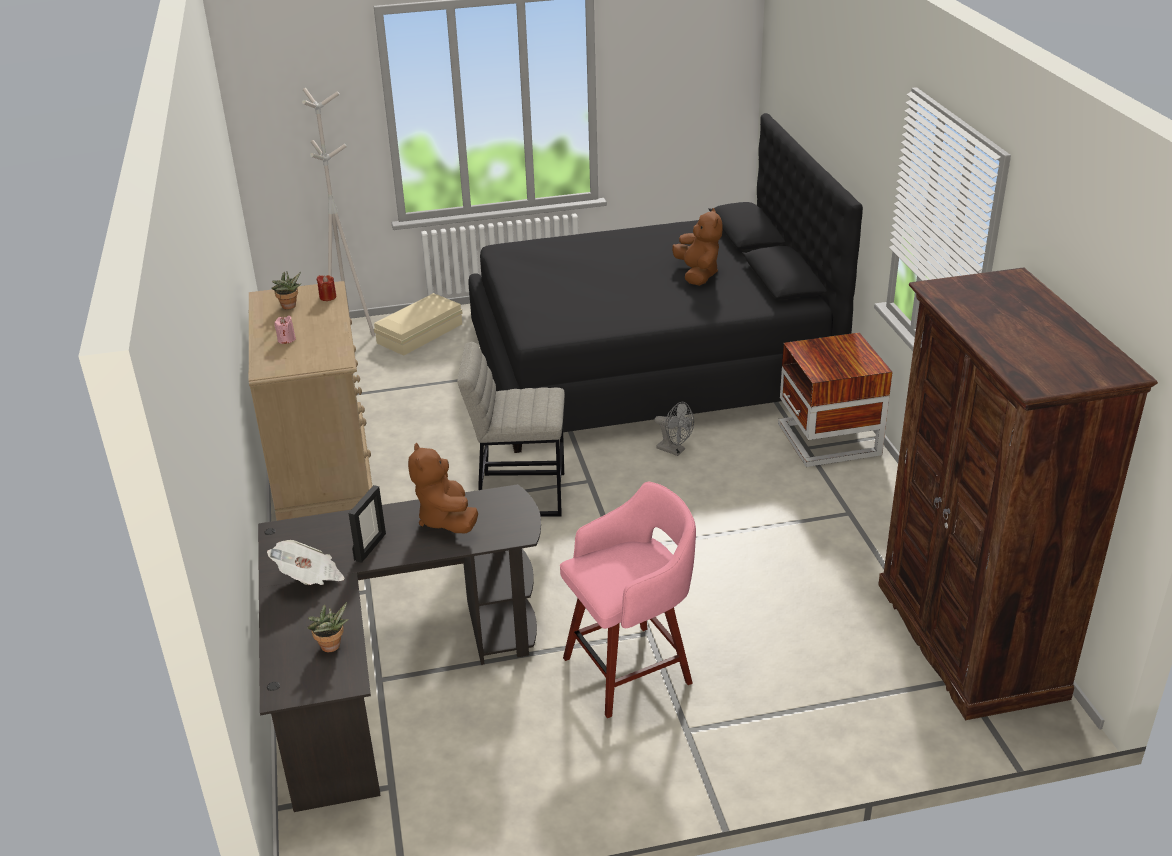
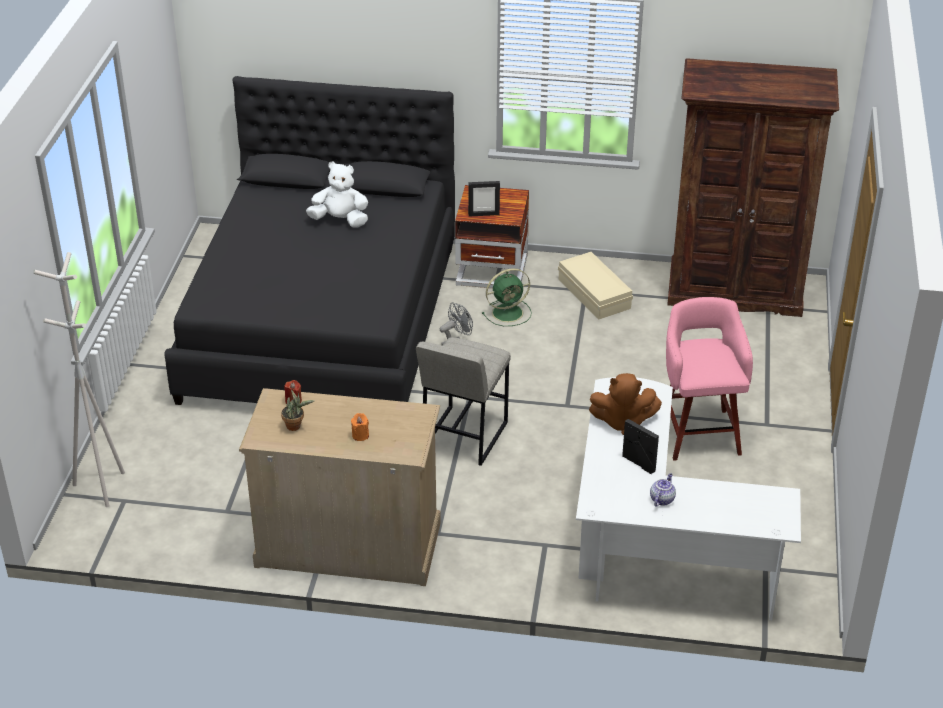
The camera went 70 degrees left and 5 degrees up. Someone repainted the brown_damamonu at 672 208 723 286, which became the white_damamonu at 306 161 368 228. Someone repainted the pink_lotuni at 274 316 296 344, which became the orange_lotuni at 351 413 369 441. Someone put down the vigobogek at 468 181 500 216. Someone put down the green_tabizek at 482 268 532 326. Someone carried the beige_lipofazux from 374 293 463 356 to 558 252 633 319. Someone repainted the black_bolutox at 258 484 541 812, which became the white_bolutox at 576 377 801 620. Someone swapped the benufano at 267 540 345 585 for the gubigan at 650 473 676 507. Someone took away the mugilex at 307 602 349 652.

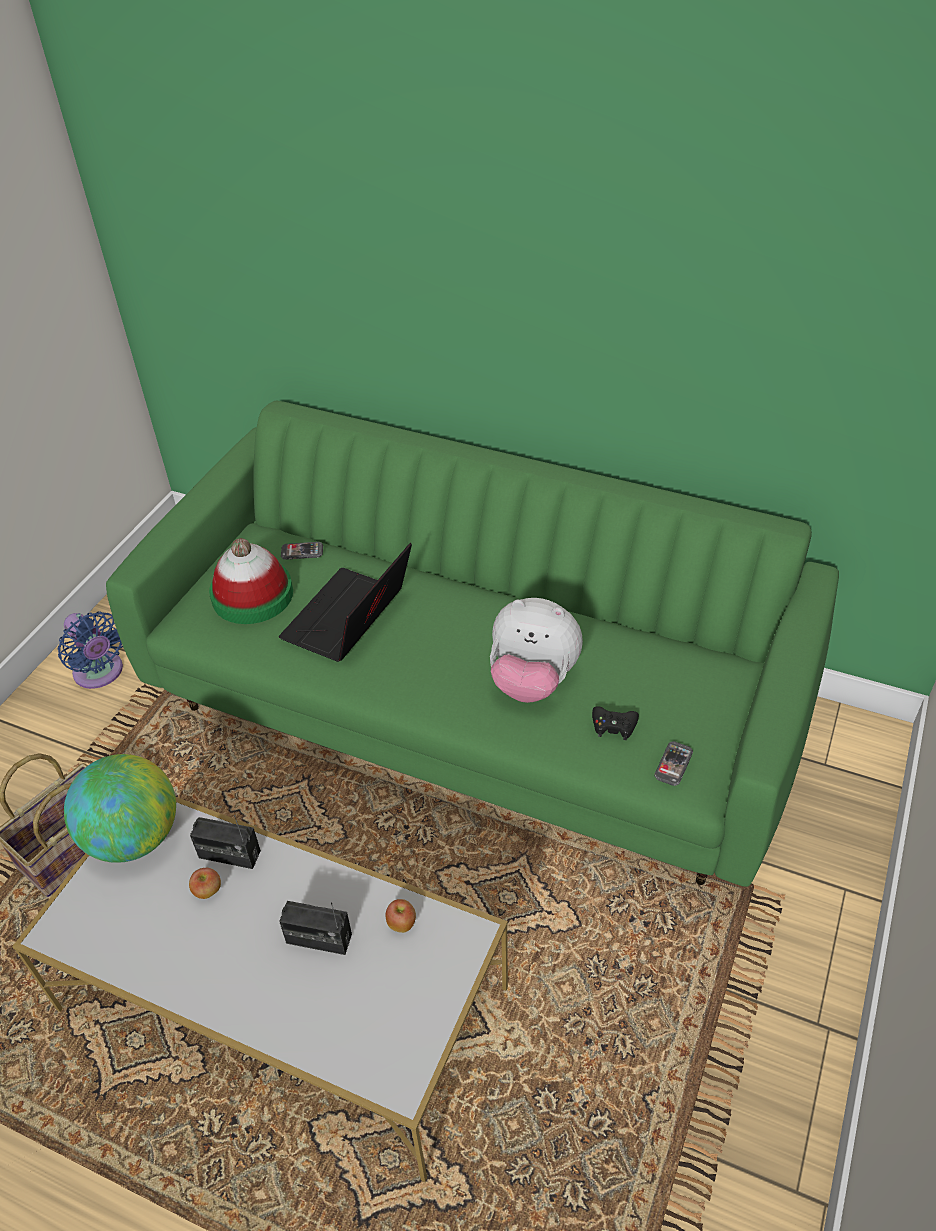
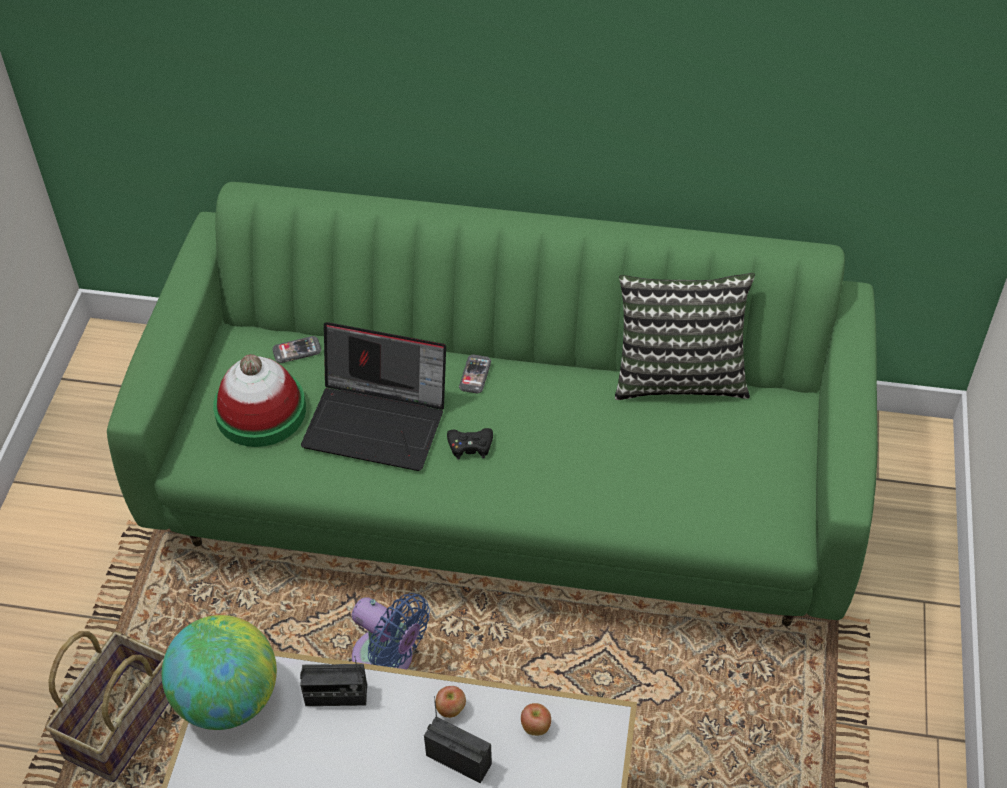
The camera went 15 degrees left and 5 degrees up. Someone rotated the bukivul at 279 543 412 662 by 90 degrees counterclockwise. Someone carried the blue_tabizek from 58 611 123 689 to 352 593 430 670. Someone rotated the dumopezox at 279 901 352 955 by 150 degrees counterclockwise. Someone carried the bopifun from 189 868 221 899 to 435 686 466 718. Someone carried the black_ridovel from 592 706 639 740 to 447 428 493 460. Someone carried the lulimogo from 654 741 693 786 to 459 354 491 394. Someone put down the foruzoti at 615 273 755 400. Someone took away the damamonu at 490 598 583 703.

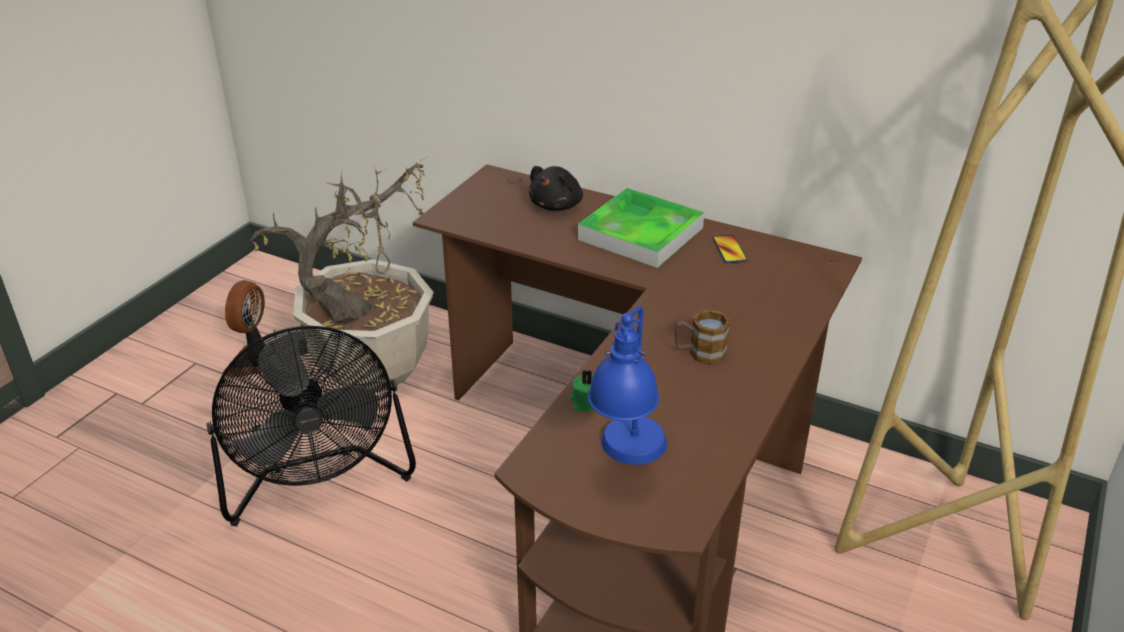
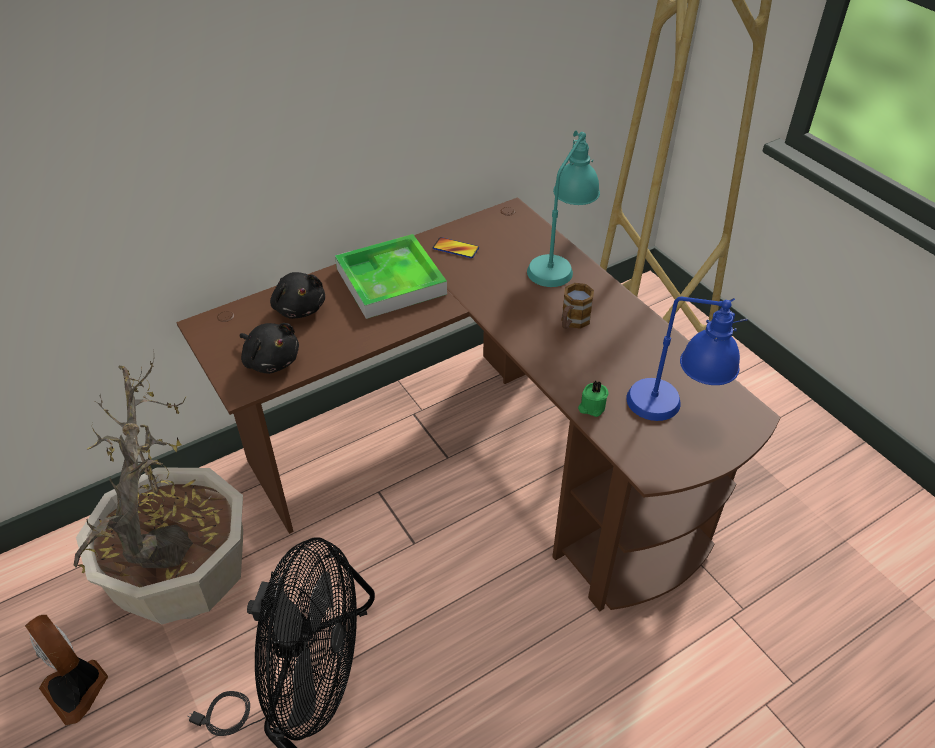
The camera went 60 degrees left and 10 degrees up. Someone put down the black_damamonu at 240 323 299 374. Someone put down the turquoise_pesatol at 527 131 600 287.

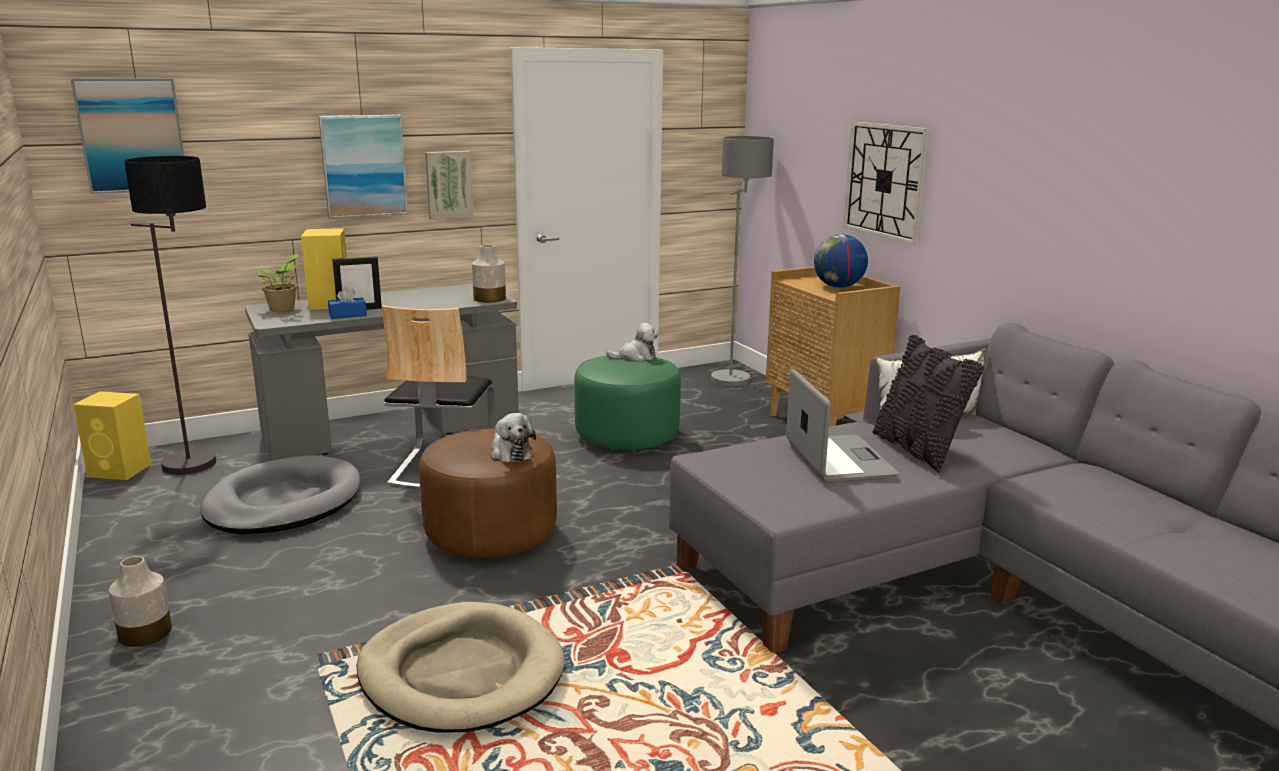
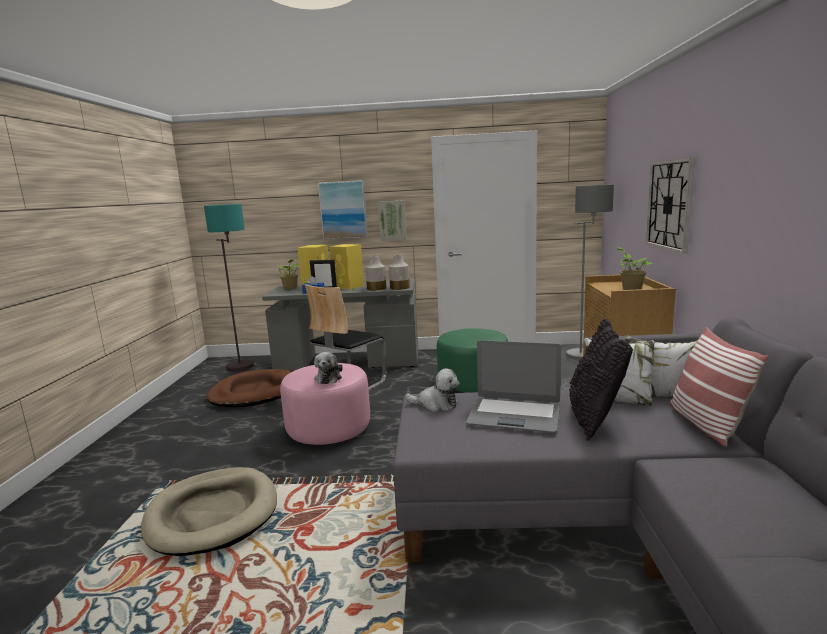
The camera went 30 degrees right and 5 degrees down. Someone repainted the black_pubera at 124 156 216 475, which became the turquoise_pubera at 204 204 254 372. Someone repainted the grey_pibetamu at 200 455 360 534, which became the brown_pibetamu at 207 369 291 408. Someone repainted the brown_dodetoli at 419 428 557 558, which became the pink_dodetoli at 280 363 370 445. Someone carried the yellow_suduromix from 73 391 151 480 to 329 244 364 290. Someone carried the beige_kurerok from 109 556 172 646 to 365 256 386 290. Someone carried the damamonu from 606 323 659 362 to 405 368 460 412. Someone rotated the bukivul at 786 369 899 483 by 90 degrees clockwise. Someone swapped the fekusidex at 814 234 868 288 for the mugilex at 618 247 652 290. Someone put down the foruzoti at 670 327 769 447. Someone took away the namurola at 70 78 184 194.

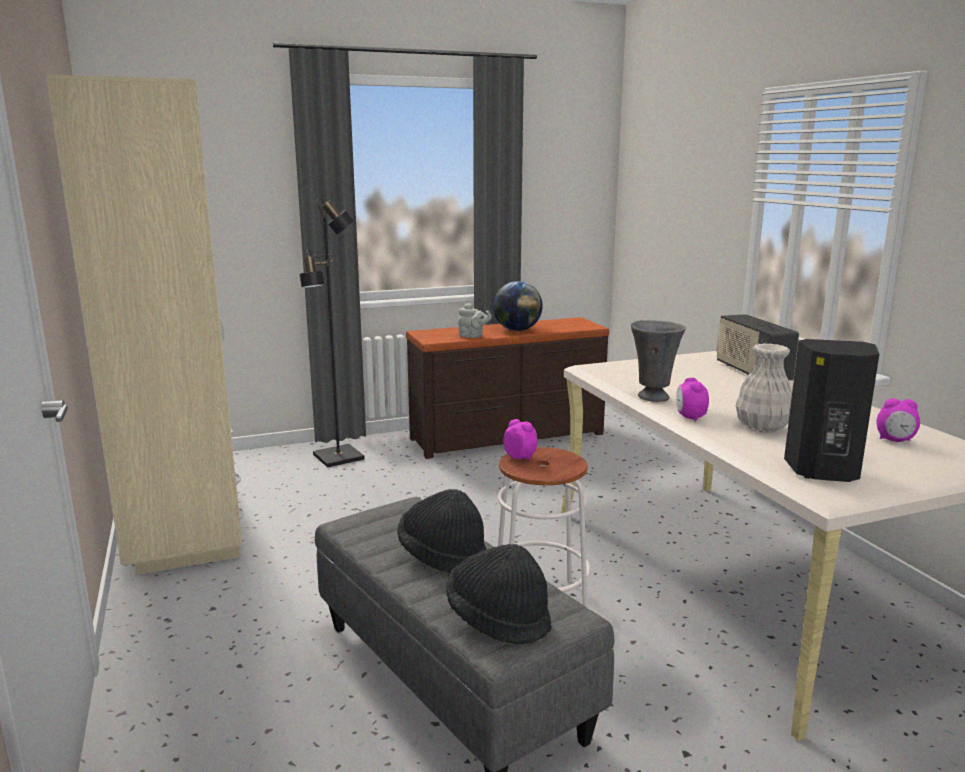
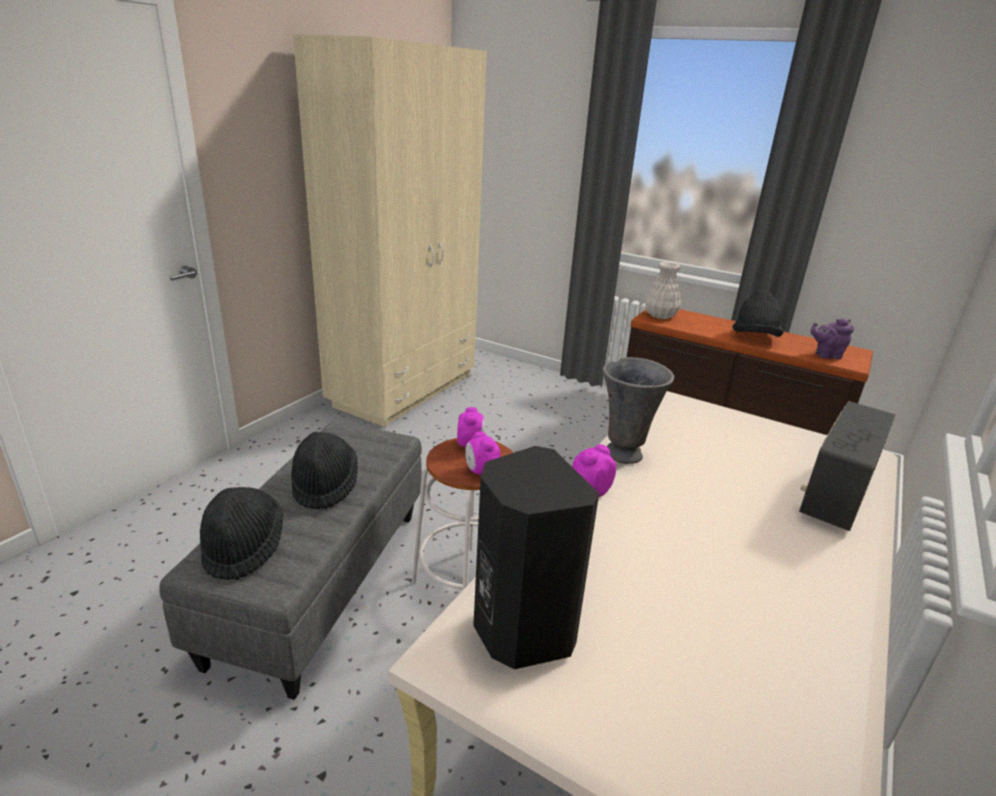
The camera went 50 degrees right and 10 degrees up. Someone carried the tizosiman from 877 398 920 442 to 465 432 501 475. Someone carried the white_kurerok from 736 343 792 433 to 645 262 681 319. Someone swapped the fekusidex at 493 281 543 331 for the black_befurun at 732 290 784 337. Someone put down the purple_gubigan at 811 318 854 359. Someone took away the black_pubera at 300 198 365 468. Someone took away the grey_gubigan at 458 303 492 338.

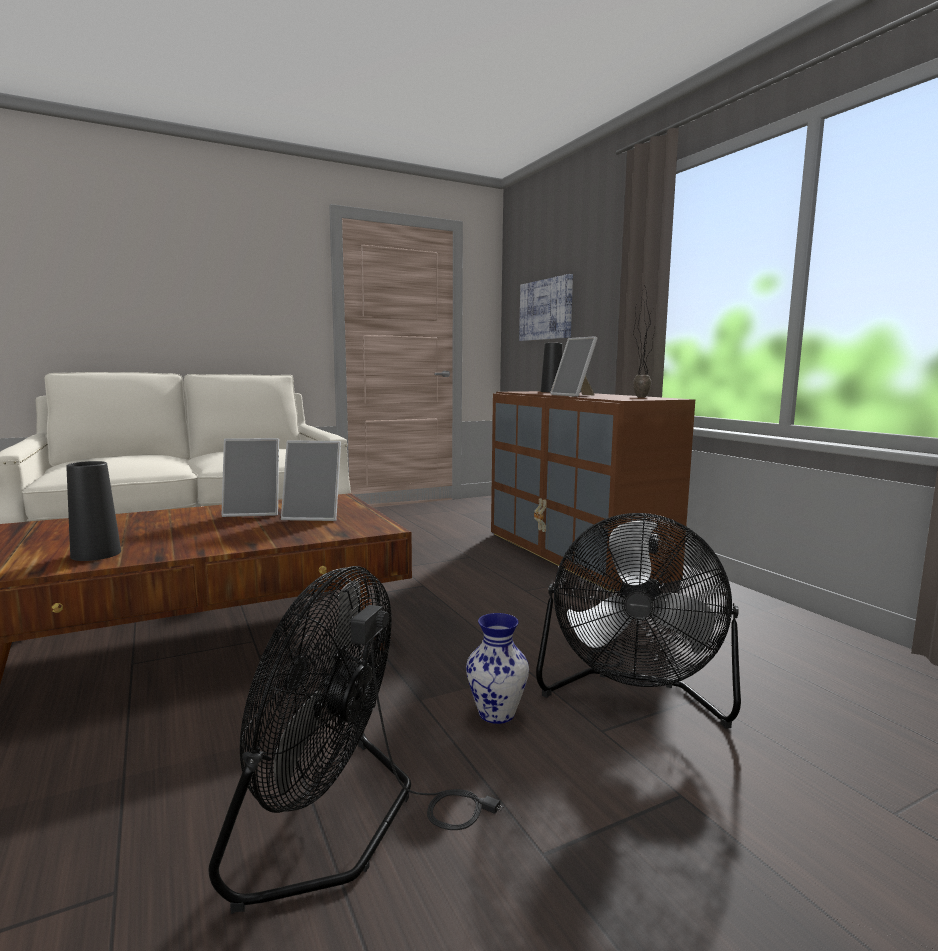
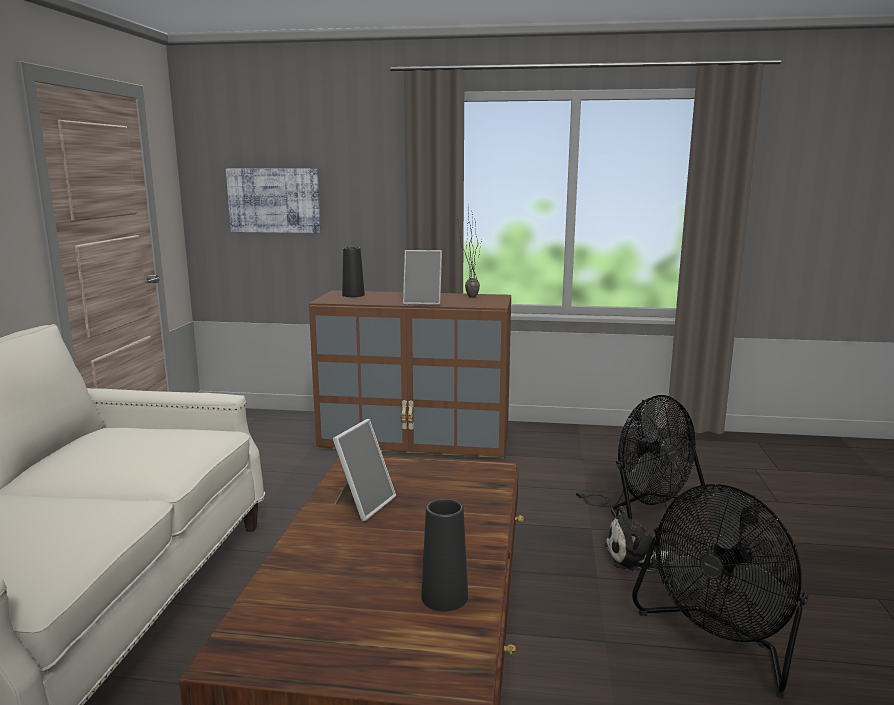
The camera went 55 degrees left and 5 degrees up. Someone swapped the kurerok at 466 613 529 724 for the damamonu at 604 506 672 572. Someone took away the vigobogek at 281 440 341 521.

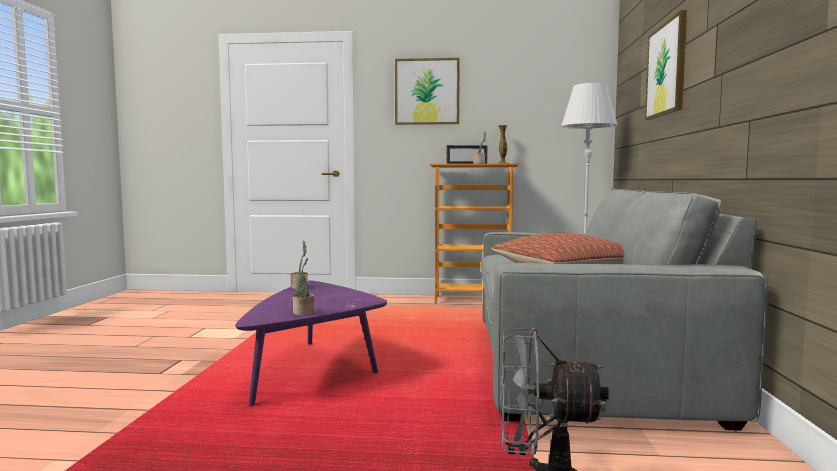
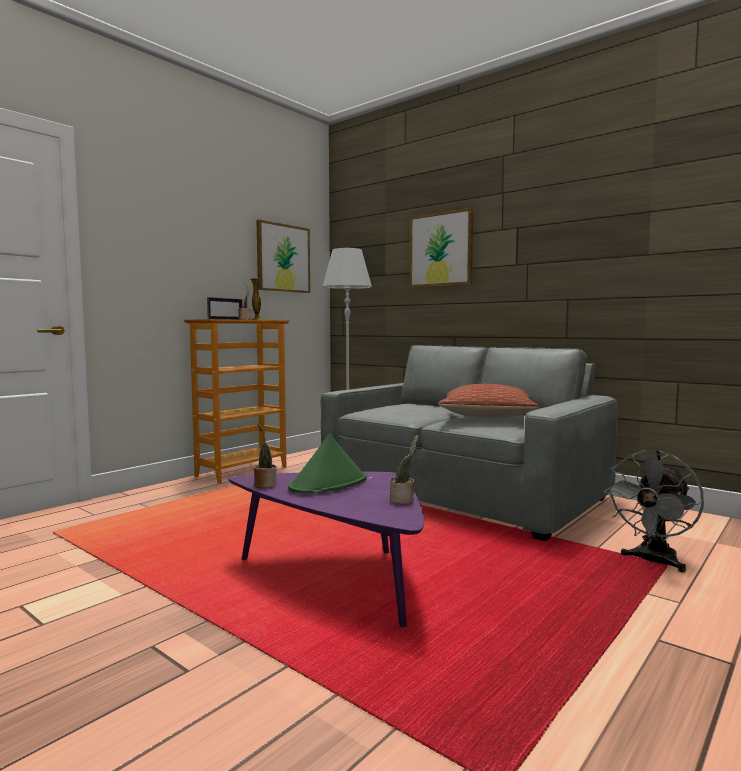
The camera went 55 degrees left and 0 degrees up. Someone carried the namurola from 395 58 460 125 to 256 220 310 293. Someone put down the green_befurun at 288 433 367 493.

